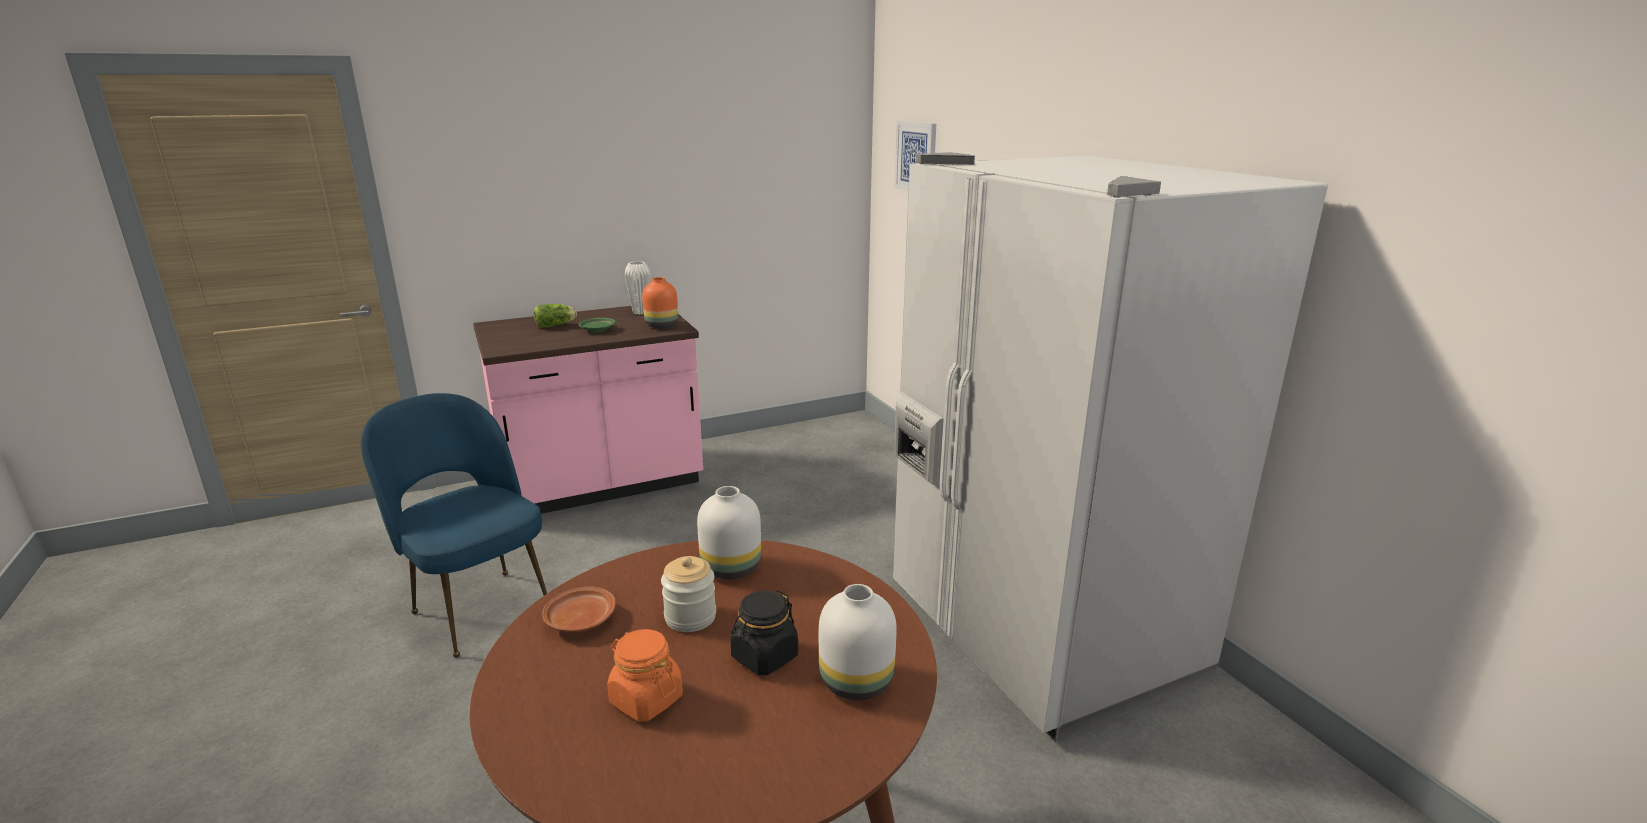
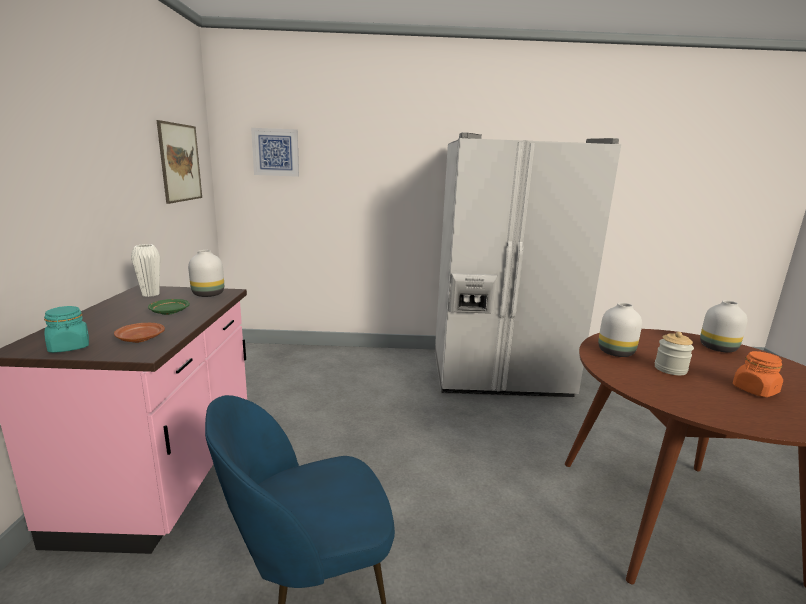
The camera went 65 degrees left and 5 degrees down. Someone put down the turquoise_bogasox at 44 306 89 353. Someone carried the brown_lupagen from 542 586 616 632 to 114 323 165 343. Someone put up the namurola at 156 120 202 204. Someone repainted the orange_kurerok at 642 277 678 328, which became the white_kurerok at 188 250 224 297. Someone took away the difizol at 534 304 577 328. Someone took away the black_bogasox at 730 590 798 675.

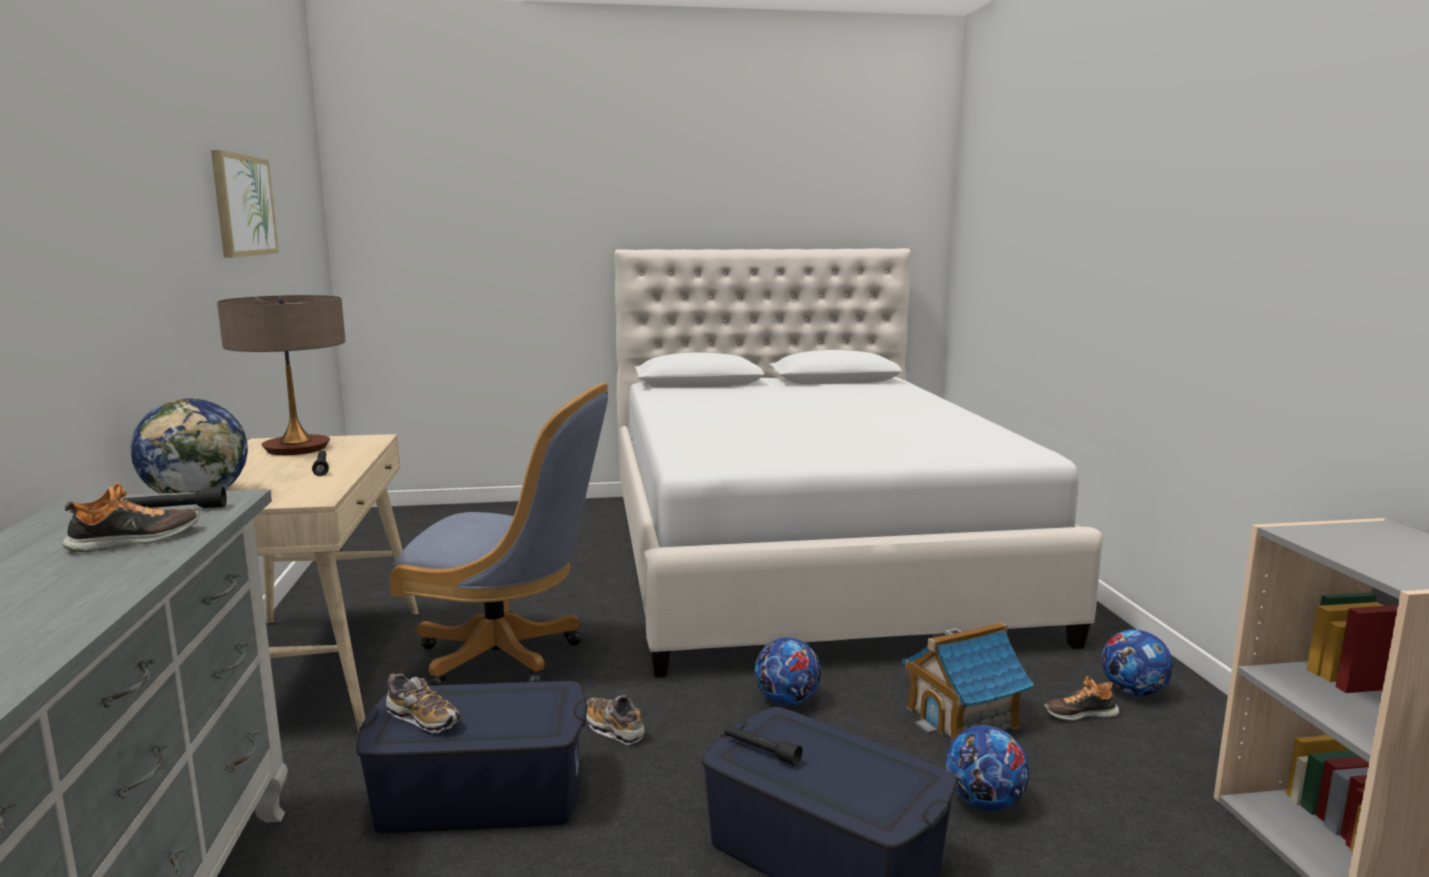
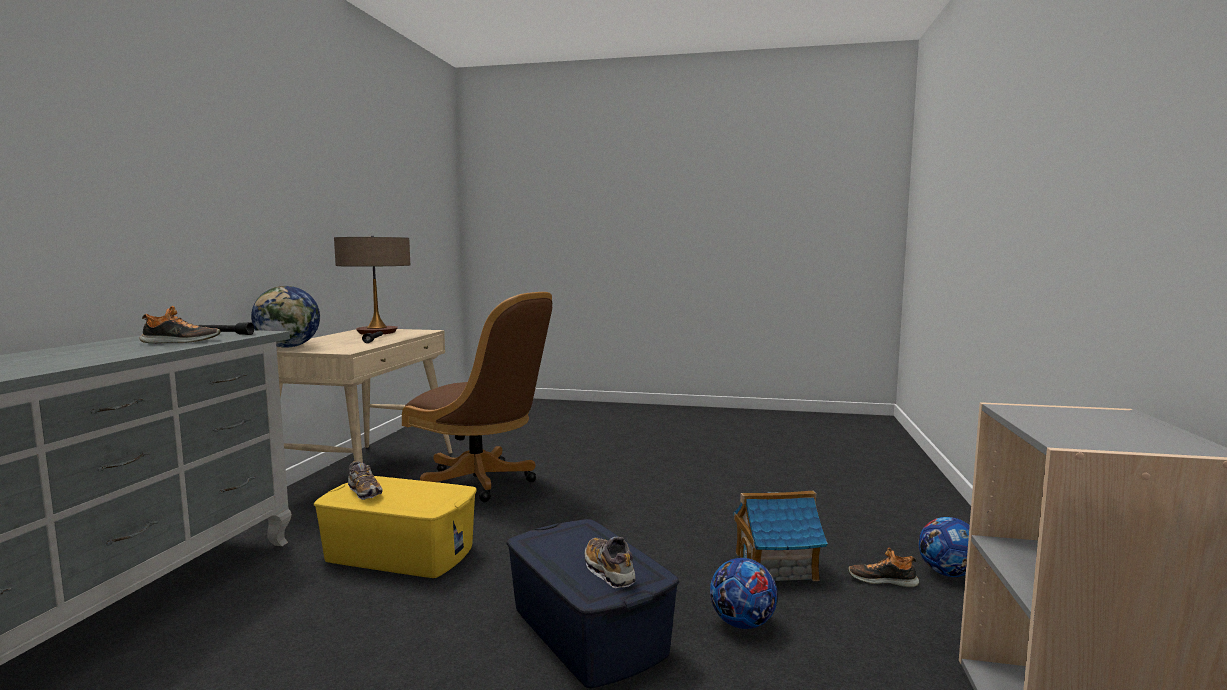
The camera went 20 degrees right and 5 degrees down. Someone repainted the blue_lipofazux at 356 681 588 833, which became the yellow_lipofazux at 314 476 477 578. Someone repainted the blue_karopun at 390 383 608 686, which became the brown_karopun at 402 292 552 502. Someone carried the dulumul from 586 695 645 745 to 584 537 635 588. Someone took away the namurola at 211 150 279 257. Someone took away the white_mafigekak at 614 248 1104 678. Someone took away the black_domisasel at 724 725 802 766. Someone took away the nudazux at 755 637 821 706.

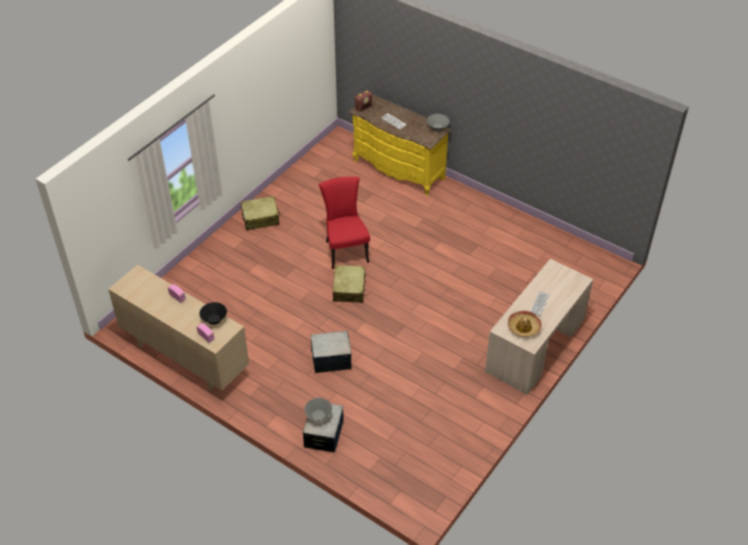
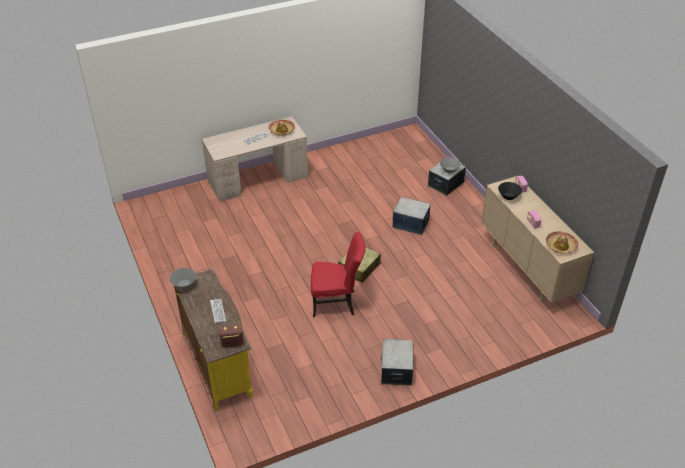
The camera went 150 degrees left and 5 degrees down. Someone rotated the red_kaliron at 319 177 370 269 by 105 degrees counterclockwise. Someone swapped the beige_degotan at 241 196 280 231 for the lipofazux at 381 339 414 386. Someone put down the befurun at 546 231 578 254.

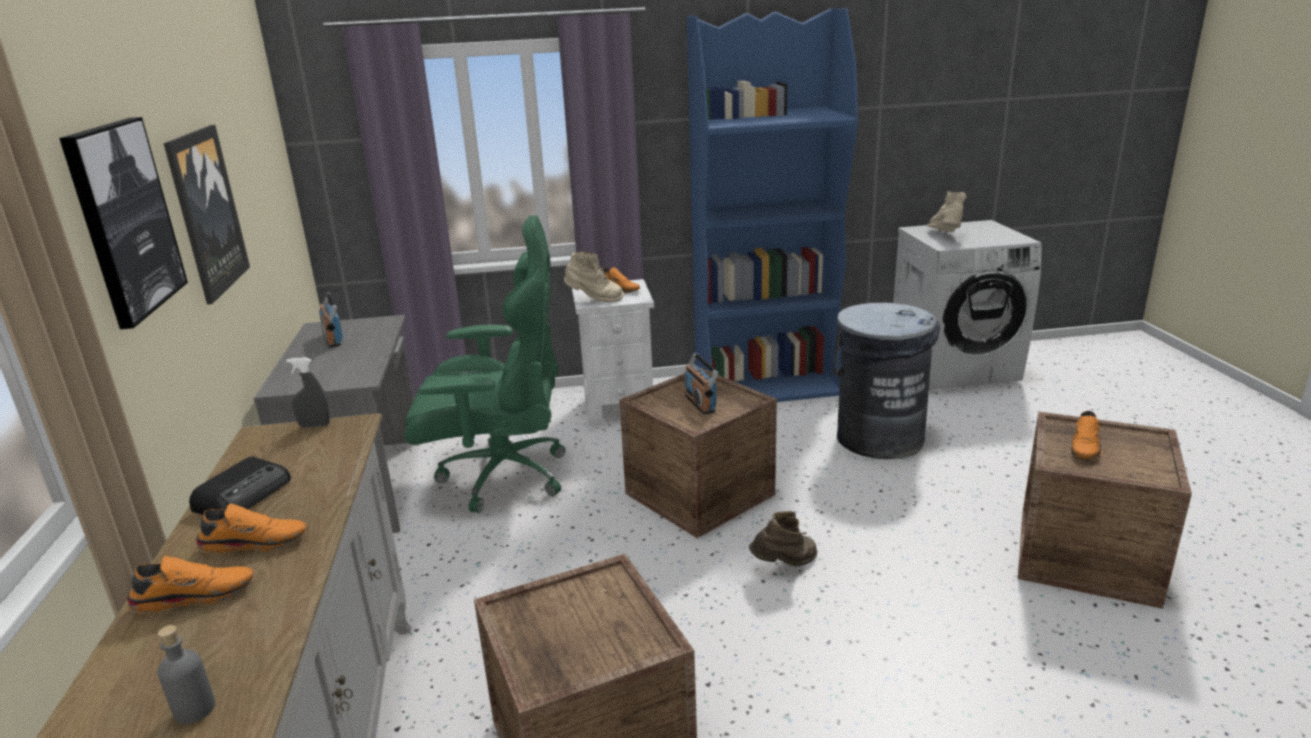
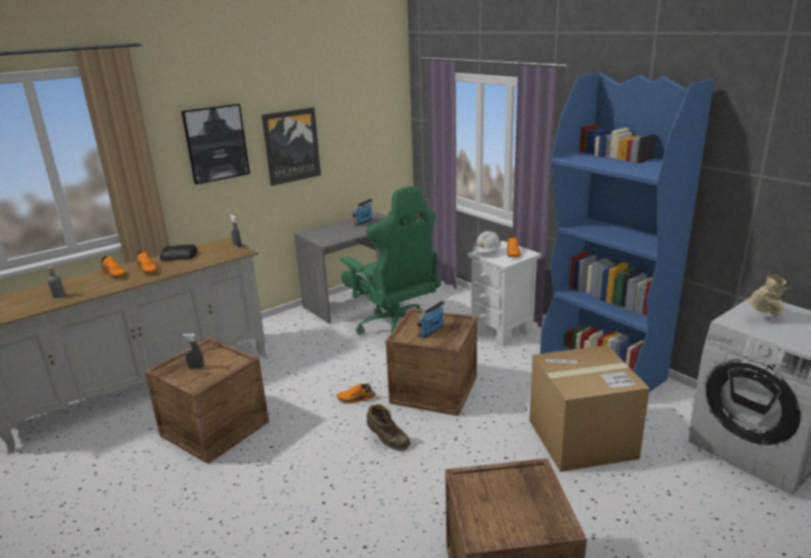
The camera went 60 degrees right and 0 degrees up. Someone put down the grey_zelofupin at 183 334 204 369. Someone carried the orange_dulumul from 1071 411 1102 459 to 337 383 375 404. Someone swapped the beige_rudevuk at 564 251 624 302 for the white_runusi at 473 231 501 253. Someone swapped the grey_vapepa at 833 303 940 459 for the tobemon at 529 345 650 472.

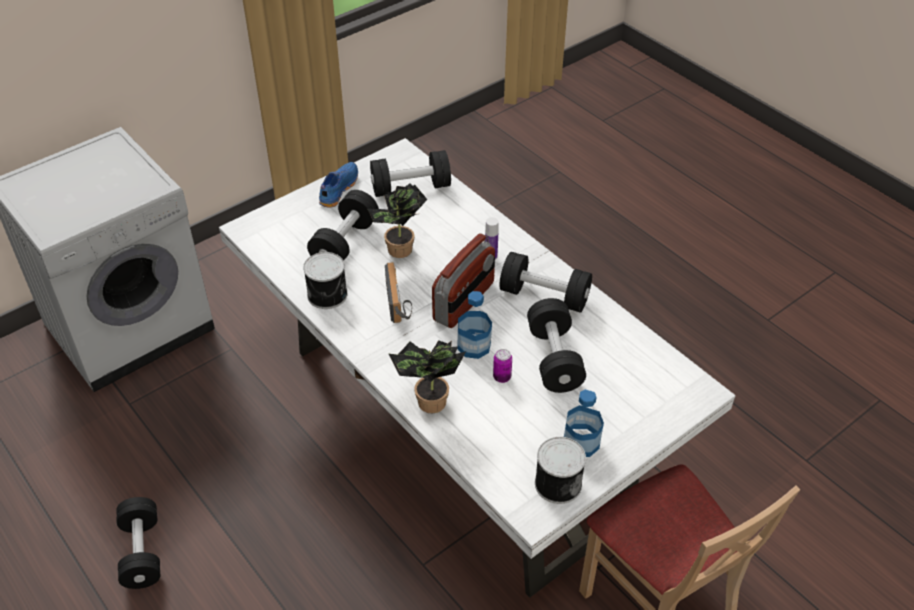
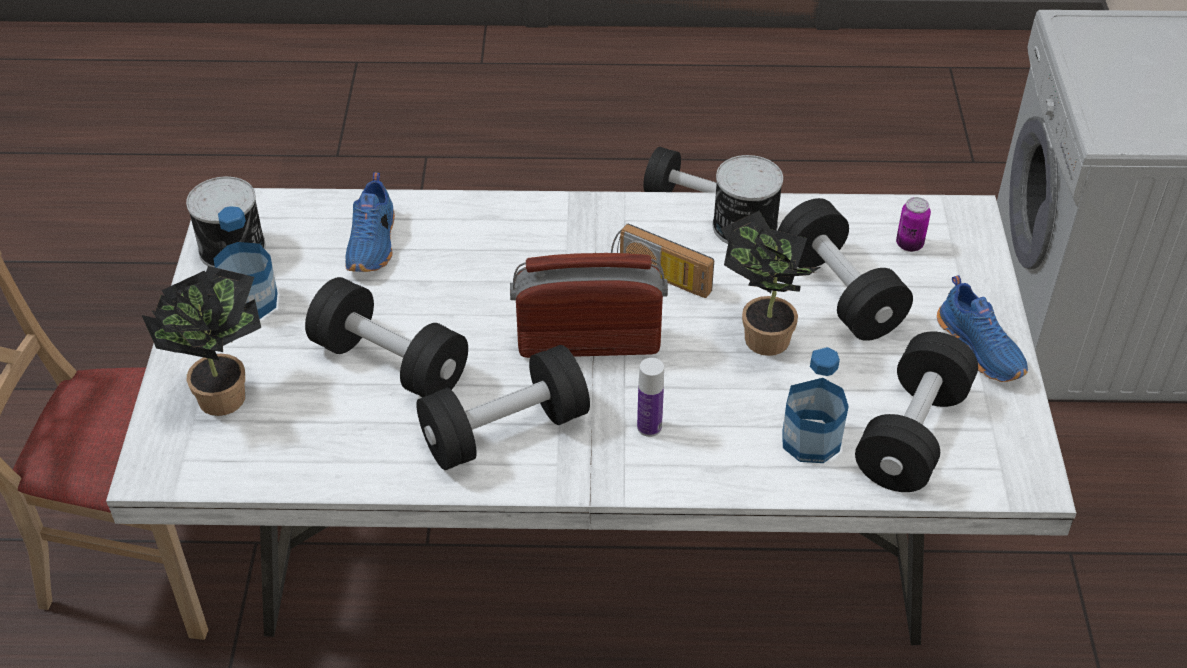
The camera went 130 degrees right and 0 degrees up. Someone carried the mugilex from 389 340 466 413 to 142 266 261 416. Someone put down the blue_dulumul at 345 172 395 272. Someone rotated the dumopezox at 432 233 495 328 by 105 degrees clockwise. Someone carried the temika from 457 291 492 359 to 782 347 849 463. Someone carried the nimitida from 493 349 512 383 to 896 197 931 252.

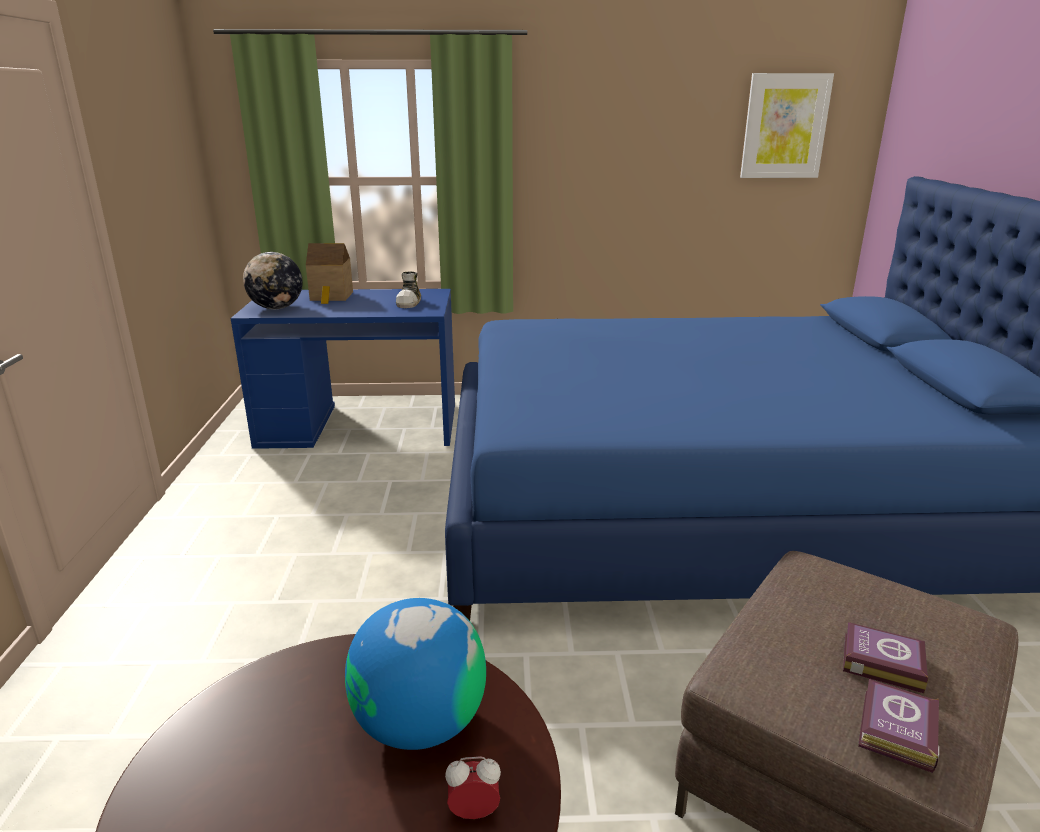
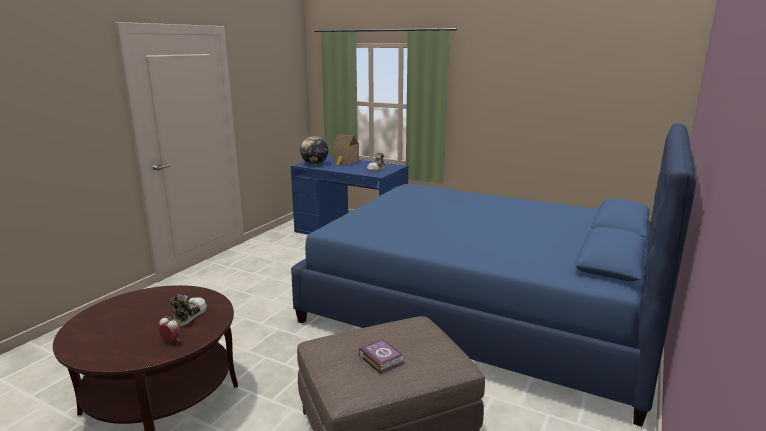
The camera went 30 degrees right and 5 degrees down. Someone swapped the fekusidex at 345 598 486 750 for the dulumul at 171 295 207 327. Someone took away the namurola at 740 73 834 178. Someone took away the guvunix at 858 679 939 773.

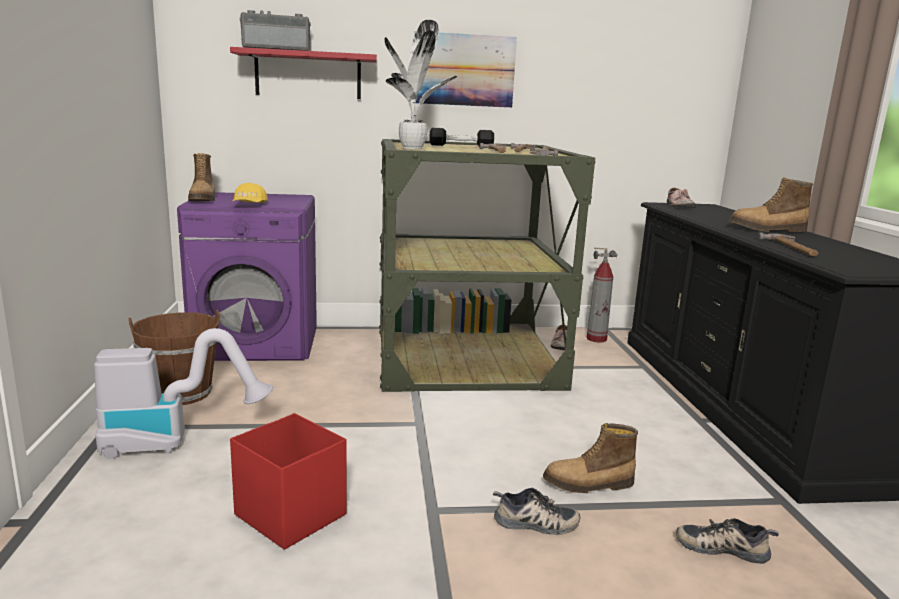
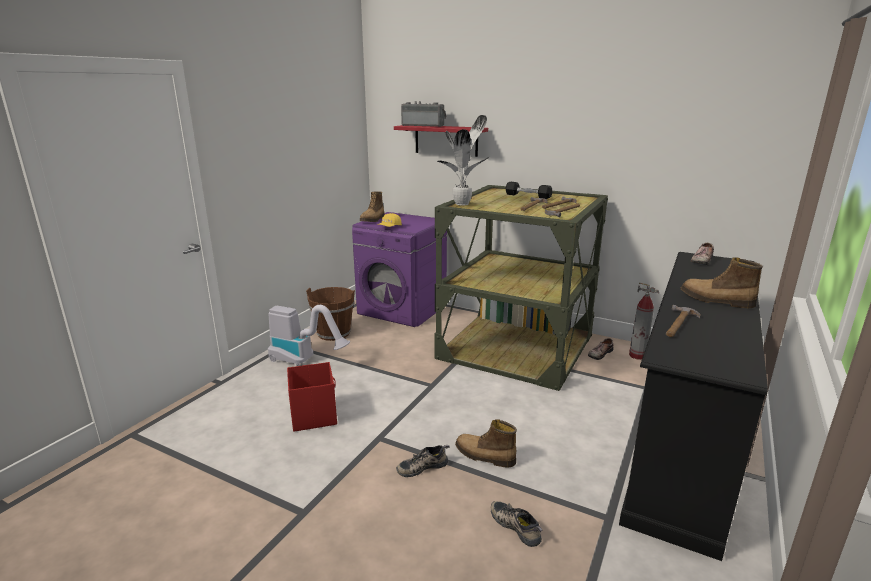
The camera went 35 degrees right and 5 degrees up. Someone rotated the dulumul at 493 488 580 535 by 120 degrees clockwise. Someone took away the namurola at 413 31 517 108.

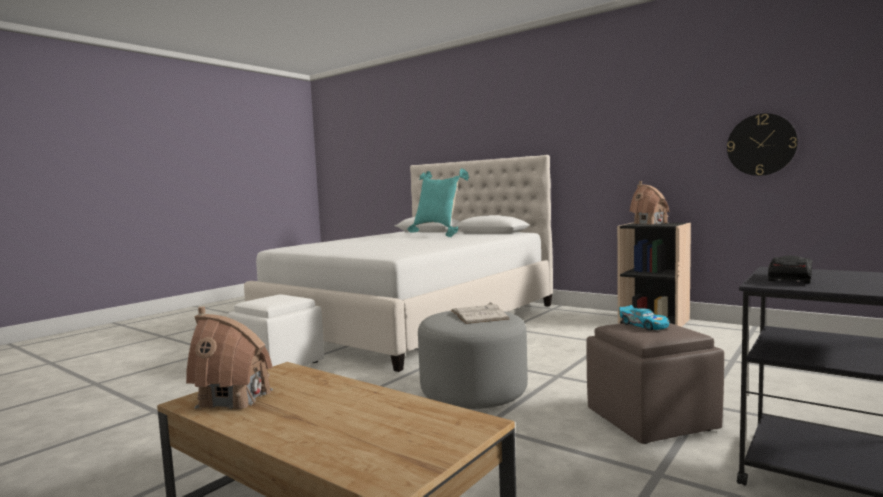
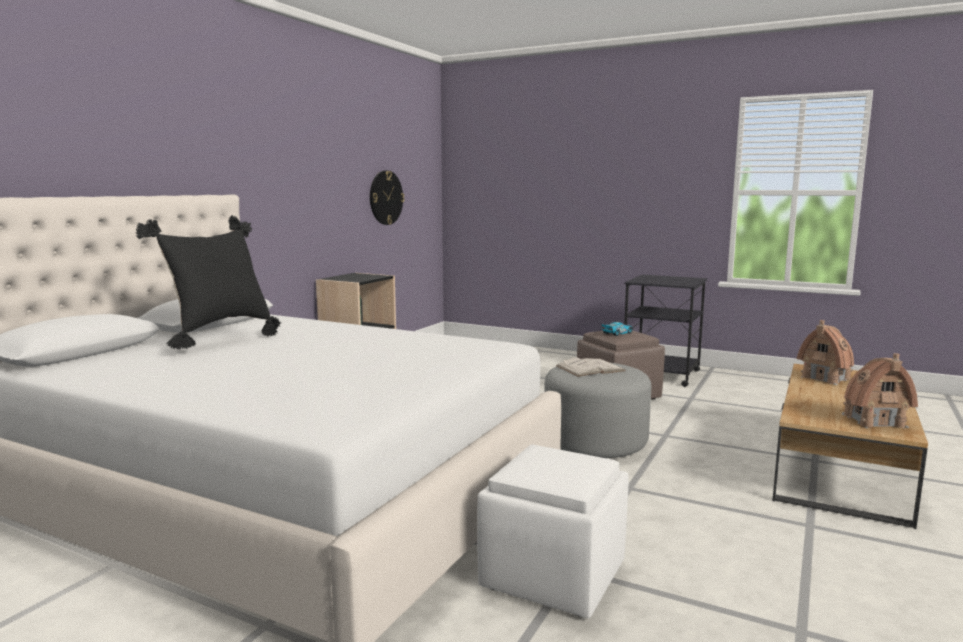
The camera went 100 degrees left and 5 degrees up. Someone repainted the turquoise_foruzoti at 407 168 469 238, which became the black_foruzoti at 136 215 281 350. Someone carried the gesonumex from 629 181 670 225 to 796 320 854 385. Someone took away the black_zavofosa at 768 256 812 283.

